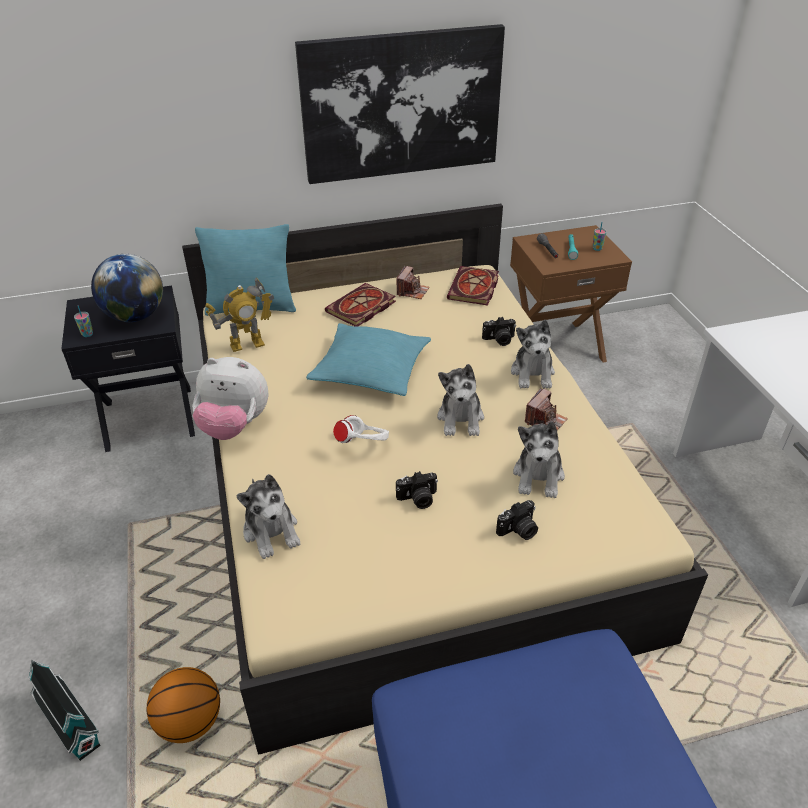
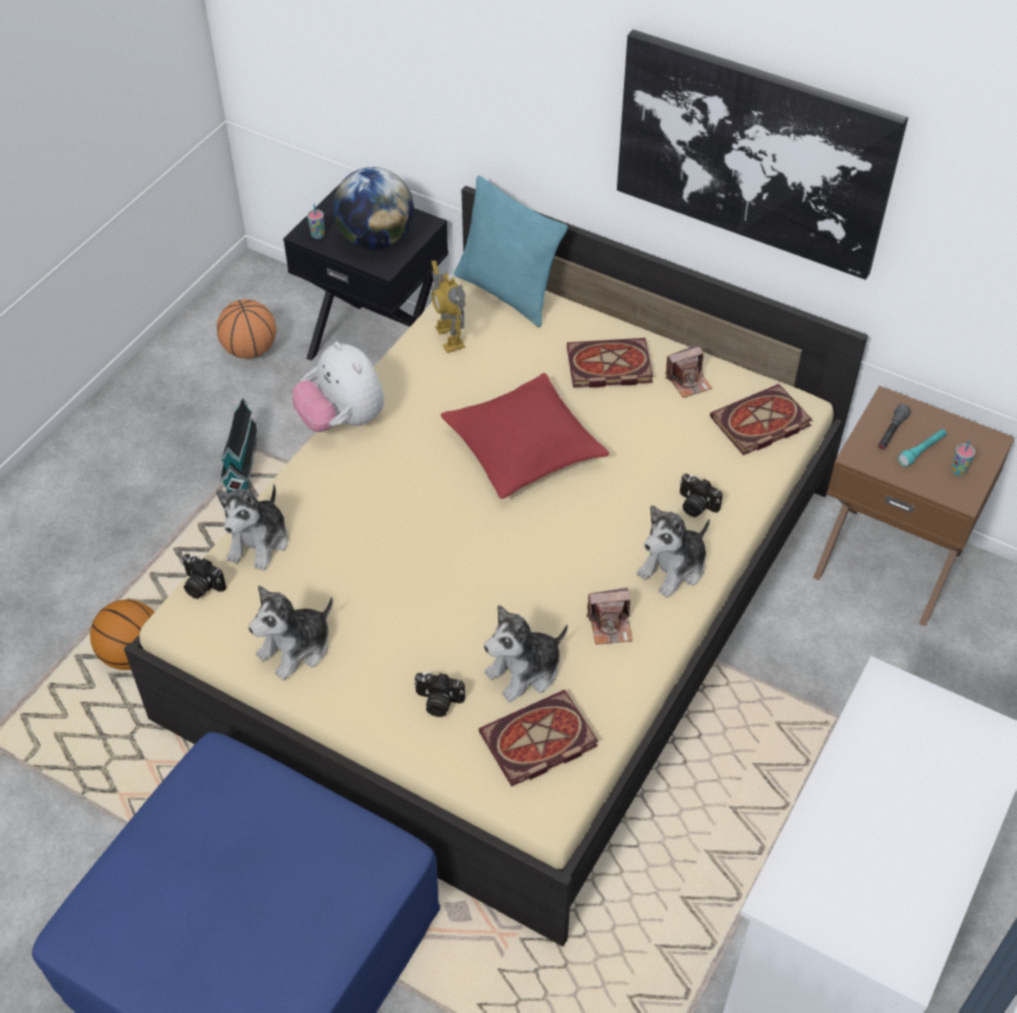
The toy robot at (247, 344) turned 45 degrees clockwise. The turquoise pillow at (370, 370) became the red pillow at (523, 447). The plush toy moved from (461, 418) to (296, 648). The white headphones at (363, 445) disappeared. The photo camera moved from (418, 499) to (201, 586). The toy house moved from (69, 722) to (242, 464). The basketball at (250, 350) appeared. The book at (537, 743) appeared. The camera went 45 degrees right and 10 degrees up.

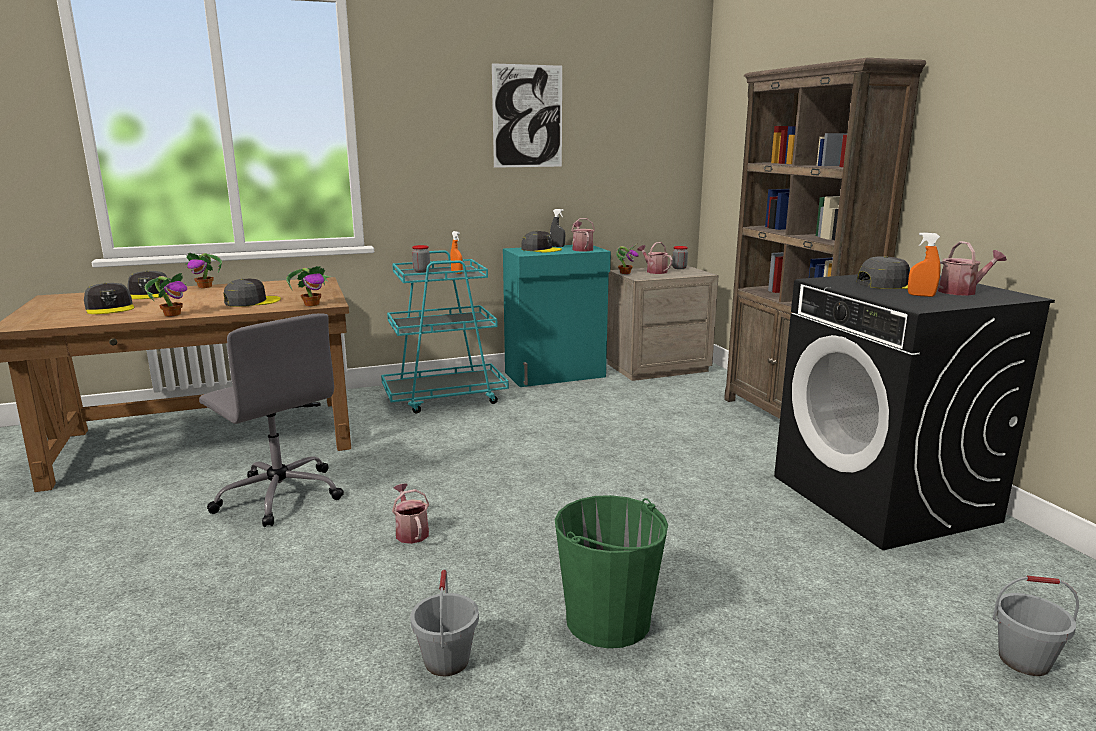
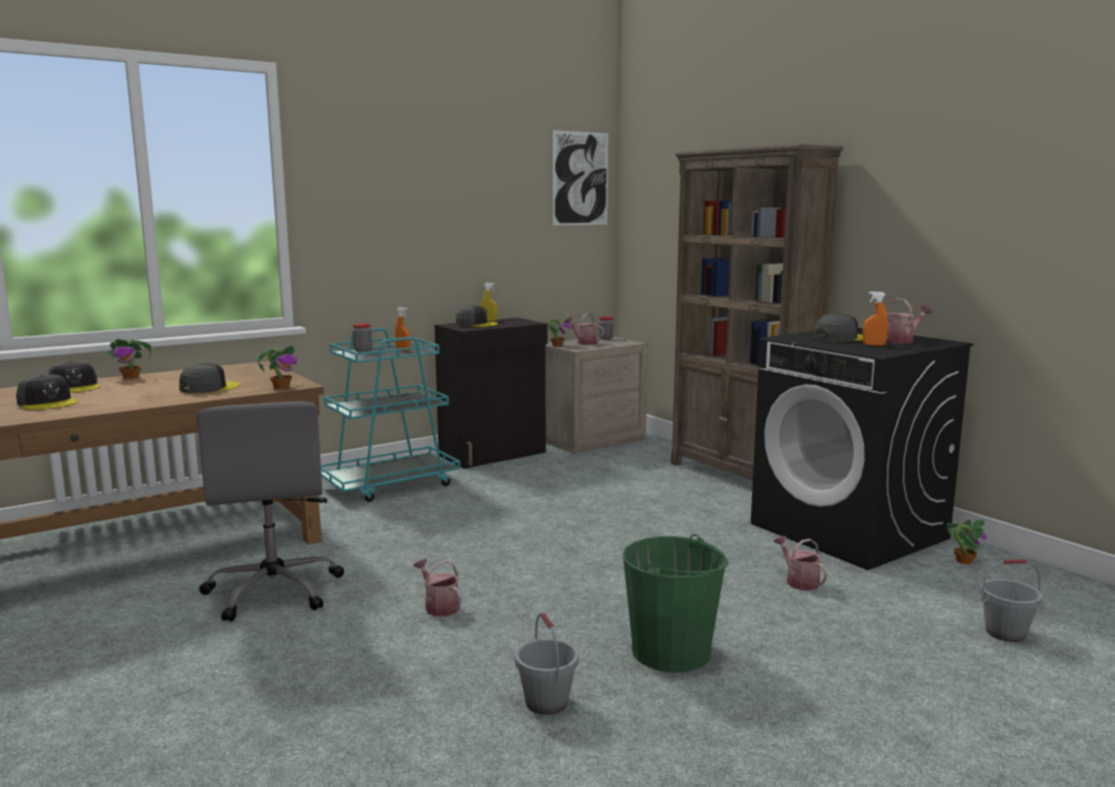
The picture moved from (527, 116) to (580, 178). The grey spray bottle at (557, 246) became the yellow spray bottle at (489, 321). The watering can moved from (581, 249) to (799, 581). The turquoise cabinet at (556, 375) became the black cabinet at (494, 454). The potted plant moved from (172, 314) to (963, 561). The grey office chair at (279, 495) turned 45 degrees clockwise. The camera went 15 degrees left and 5 degrees down.

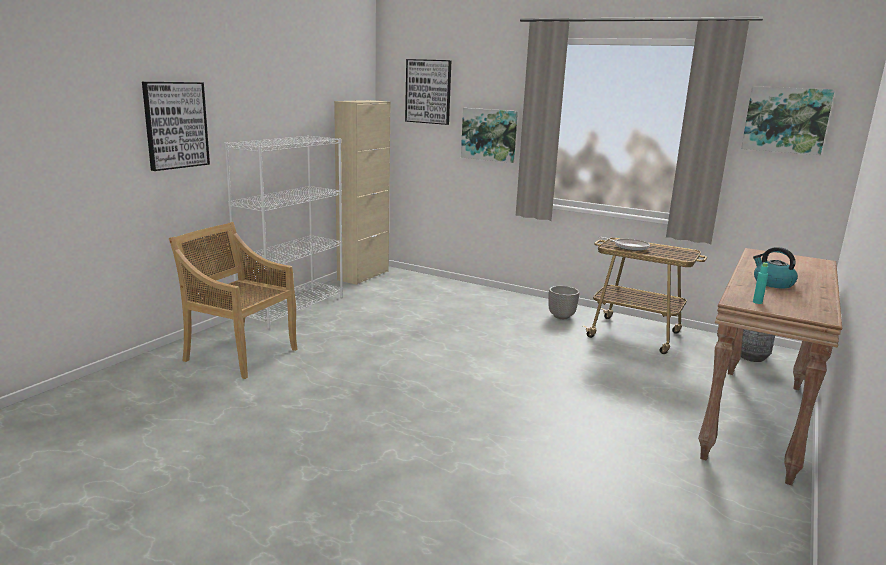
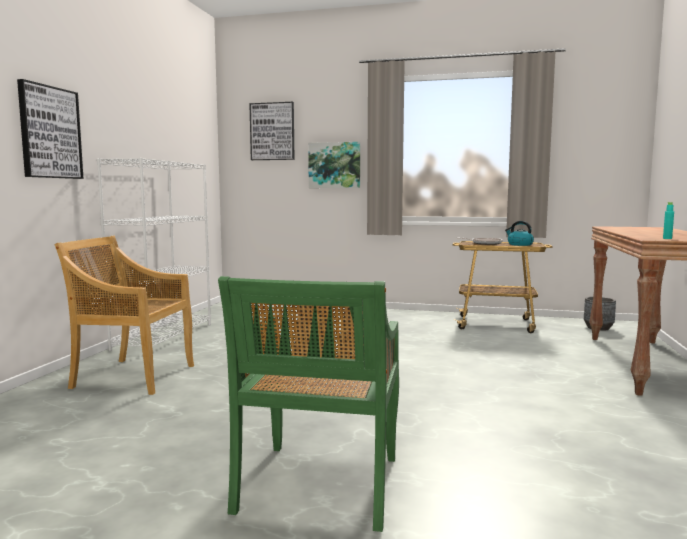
The picture at (786, 120) disappeared. The beige cabinet at (363, 275) disappeared. The kettle moved from (772, 283) to (519, 244). The planter at (561, 316) disappeared. The green chair at (319, 486) appeared. The camera went 15 degrees left and 10 degrees down.

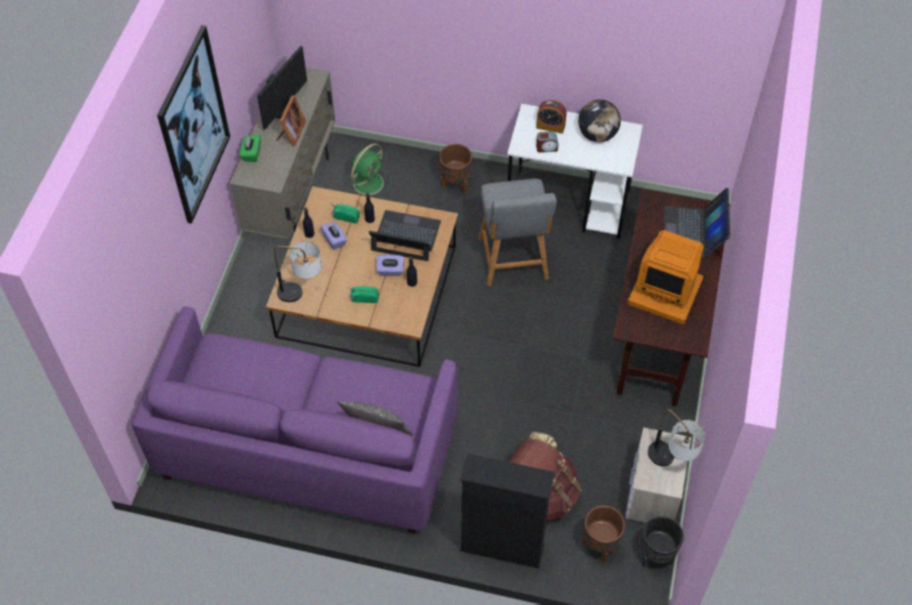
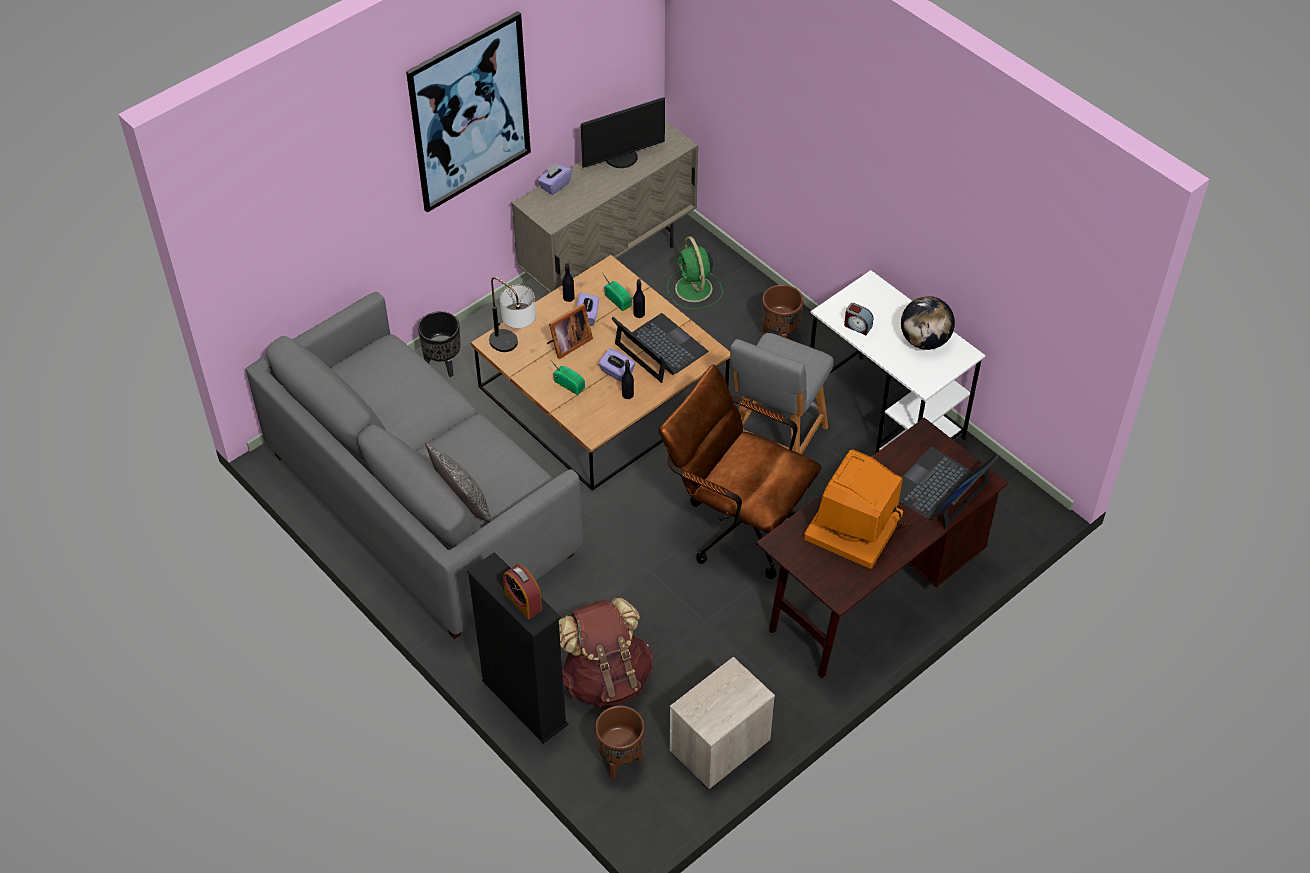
The picture frame moved from (291, 133) to (568, 344). The alarm clock moved from (550, 126) to (523, 601). The green tissue box at (251, 154) became the purple tissue box at (555, 185). The green fan at (369, 182) turned 90 degrees clockwise. The monitor at (665, 290) turned 60 degrees clockwise. The purple sofa at (307, 449) became the grey sofa at (421, 504). The table lamp at (670, 464) disappeared. The black planter moved from (656, 557) to (443, 365). The brown office chair at (736, 524) appeared. The camera went 35 degrees right and 5 degrees down.

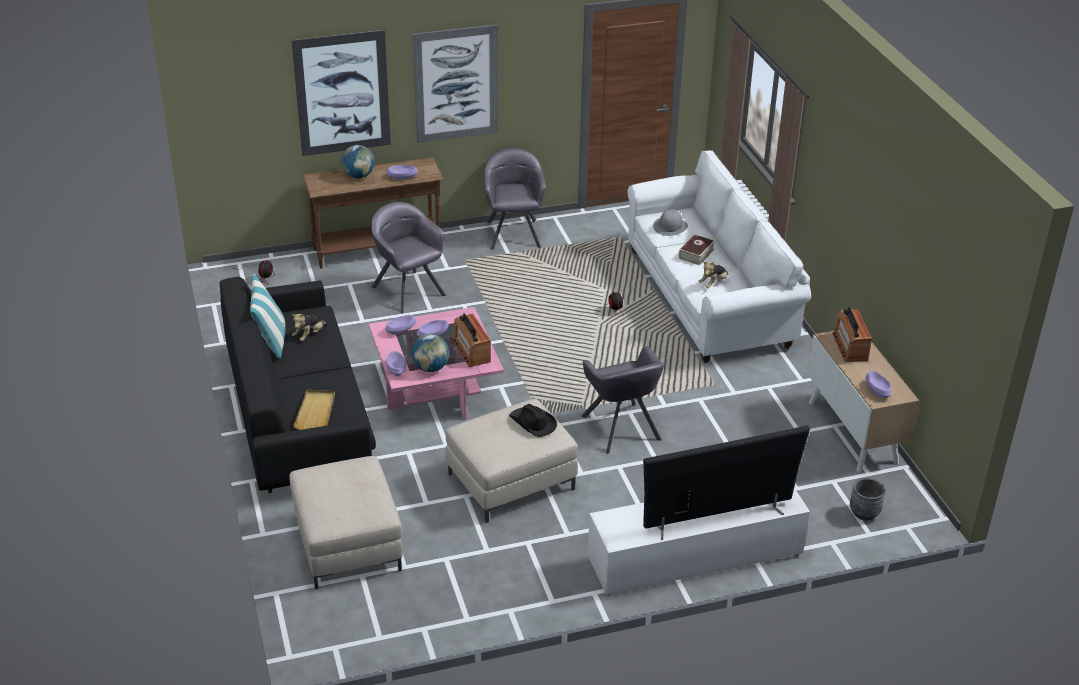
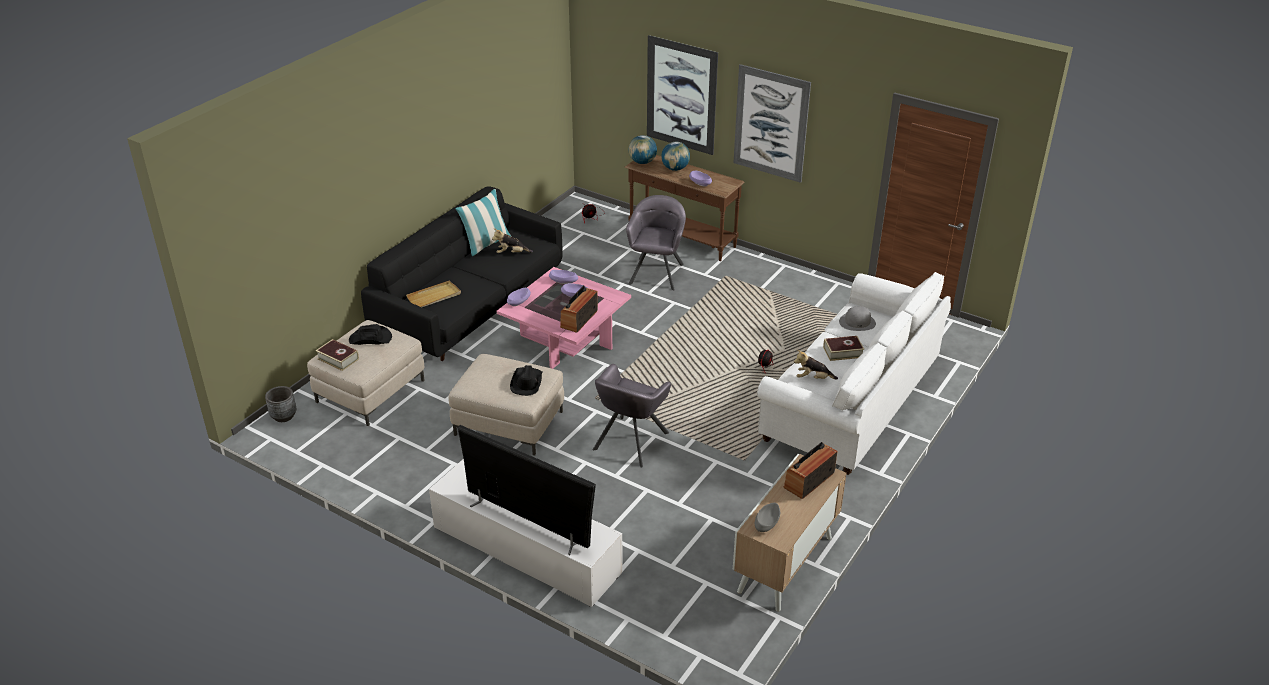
The grey armchair at (514, 233) disappeared. The globe moved from (431, 368) to (642, 162). The purple bowl at (877, 390) became the grey bowl at (767, 523). The grey planter moved from (864, 513) to (283, 416). The black hat at (371, 339) appeared. The book at (338, 359) appeared. The camera went 50 degrees right and 0 degrees up.

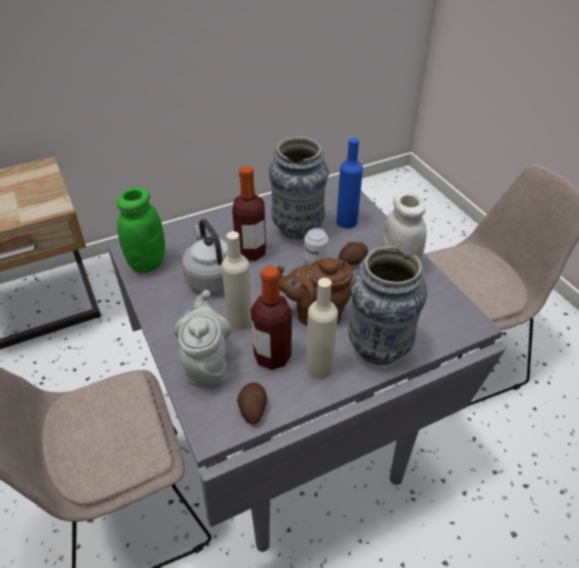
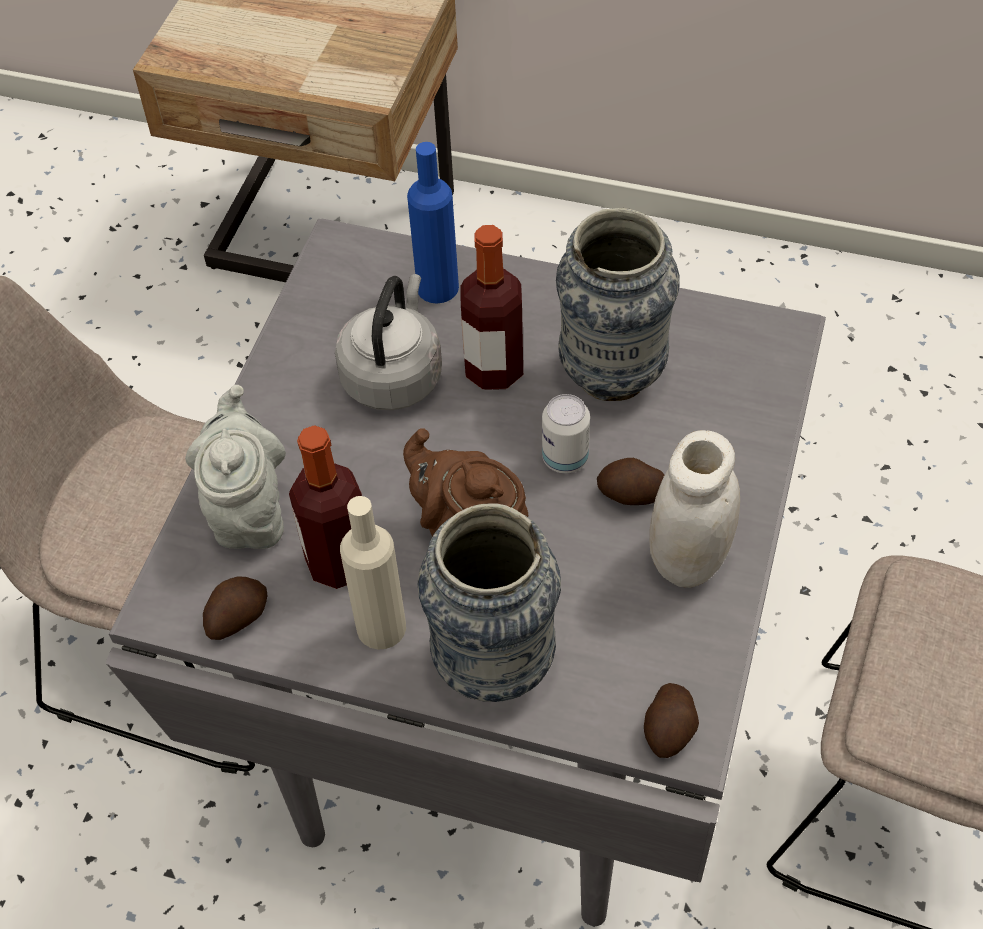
The blue bottle moved from (346, 221) to (437, 287). The green jar at (147, 263) disappeared. The beige bottle at (240, 320) disappeared. The grey teapot at (207, 364) turned 45 degrees counterclockwise. The potato at (670, 728) appeared. The camera went 45 degrees right and 10 degrees up.

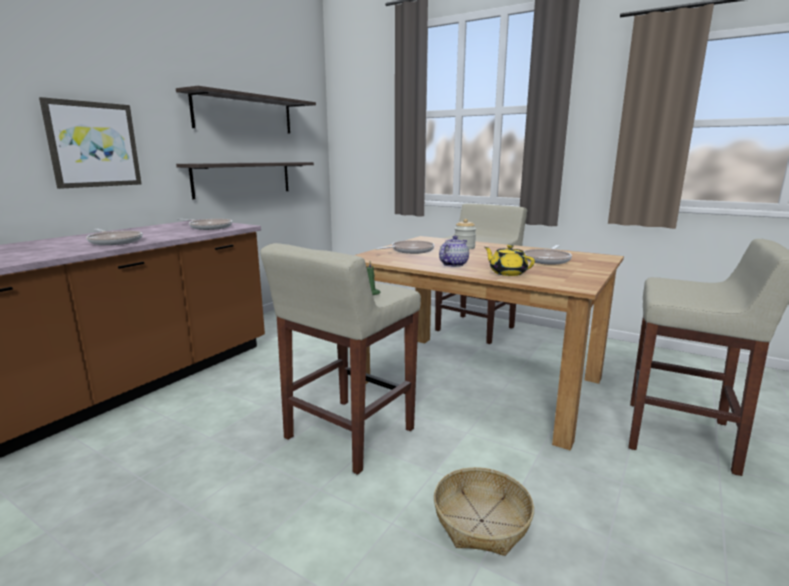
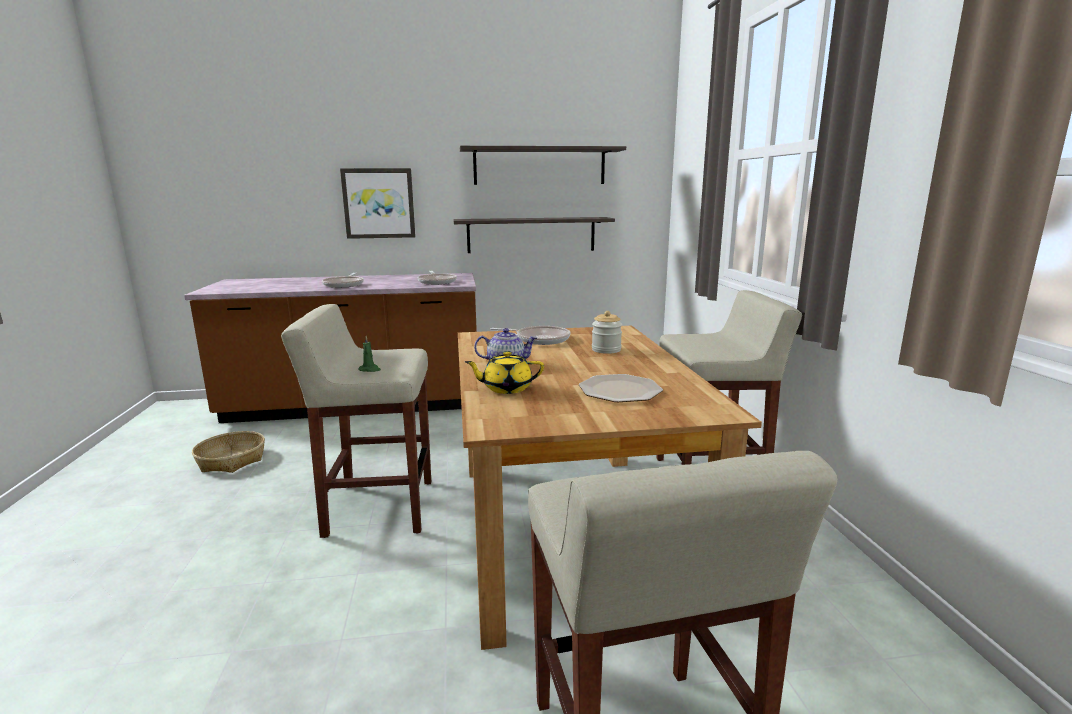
The yellow teapot at (507, 273) turned 105 degrees counterclockwise. The frying pan at (547, 260) was replaced by the plate at (620, 390). The basket moved from (481, 520) to (232, 460). The camera went 50 degrees right and 0 degrees up.

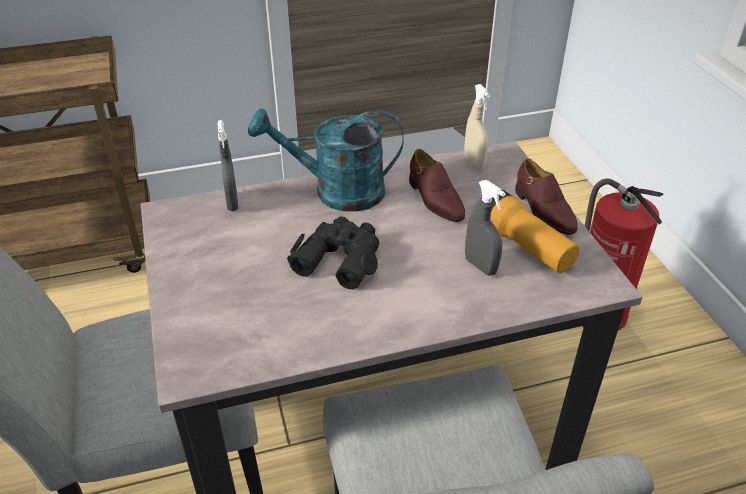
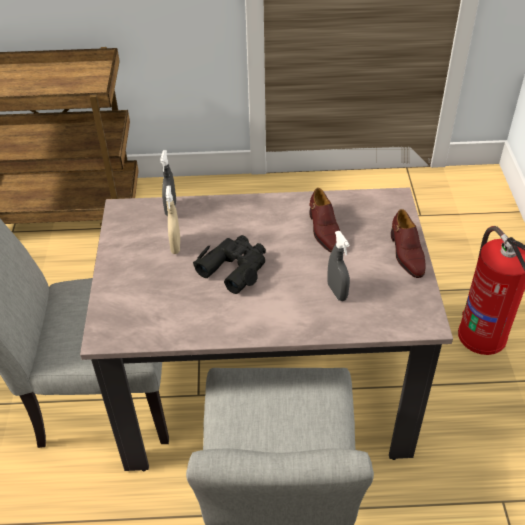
The beige spray bottle moved from (474, 163) to (175, 245). The turquoise watering can at (336, 192) disappeared. The flashlight at (526, 247) disappeared. The camera went 15 degrees right and 5 degrees up.

